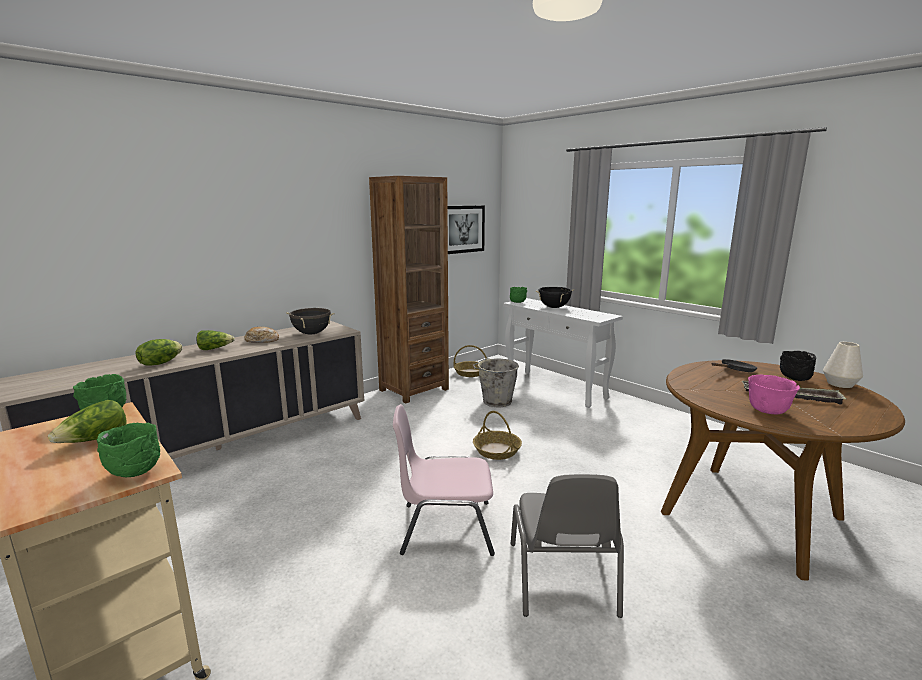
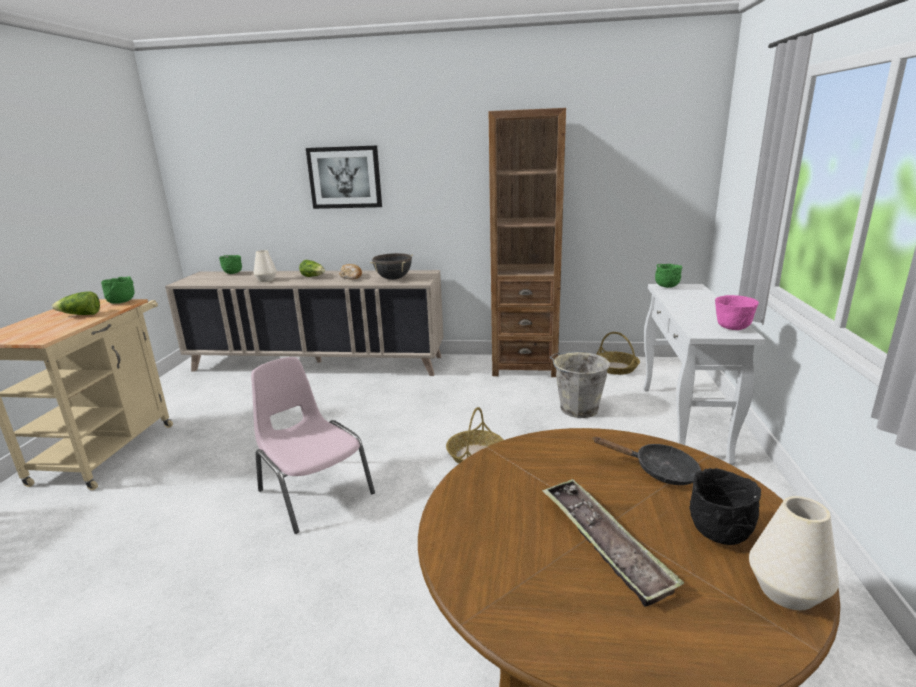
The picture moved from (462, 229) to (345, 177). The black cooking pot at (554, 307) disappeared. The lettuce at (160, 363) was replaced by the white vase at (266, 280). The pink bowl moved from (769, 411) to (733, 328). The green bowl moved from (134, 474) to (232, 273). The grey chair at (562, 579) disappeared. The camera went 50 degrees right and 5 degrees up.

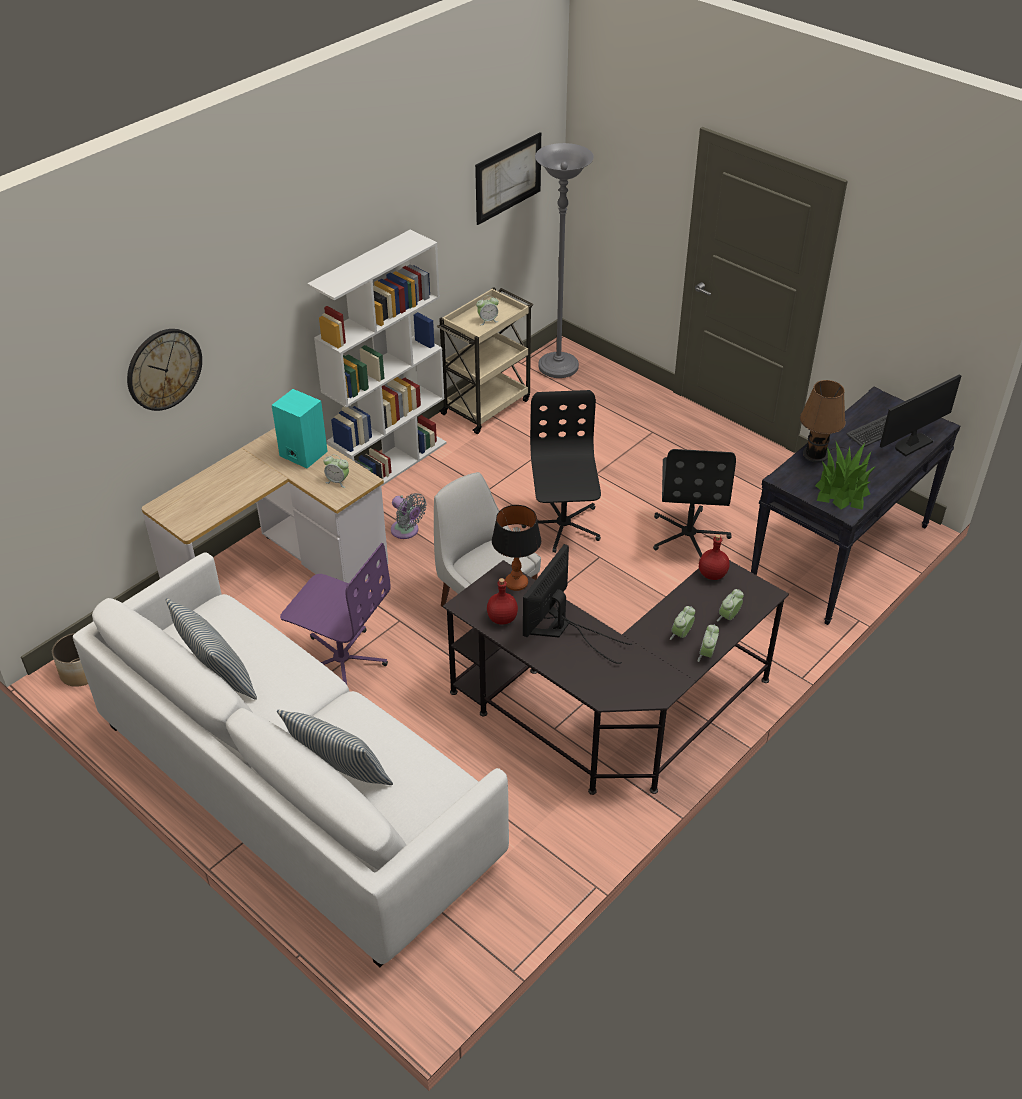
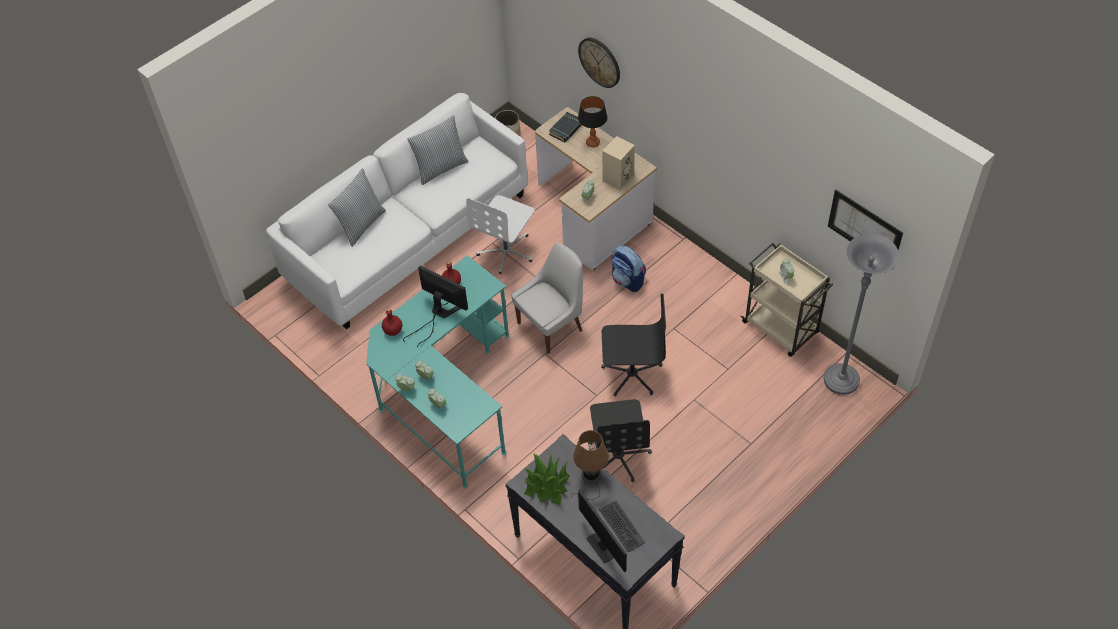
The white bookcase at (390, 464) disappeared. The turquoise speaker at (302, 454) became the beige speaker at (618, 177). The black office chair at (689, 535) turned 105 degrees counterclockwise. The grey fan at (406, 531) was replaced by the backpack at (628, 281). The table lamp moved from (516, 583) to (593, 142). The red bottle moved from (712, 574) to (393, 330). The purple office chair at (341, 660) became the white office chair at (506, 251). The black desk at (613, 714) became the turquoise desk at (445, 393). The black book at (566, 129) appeared. The camera went 95 degrees right and 10 degrees up.

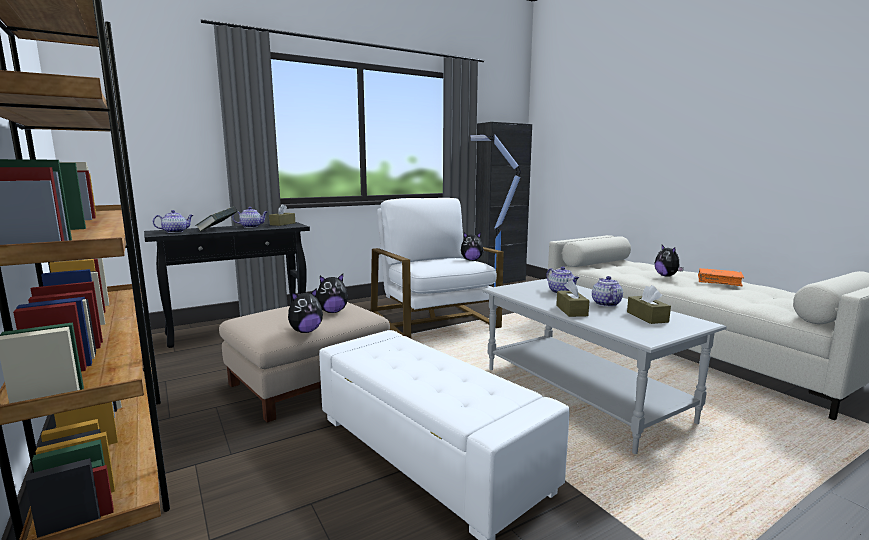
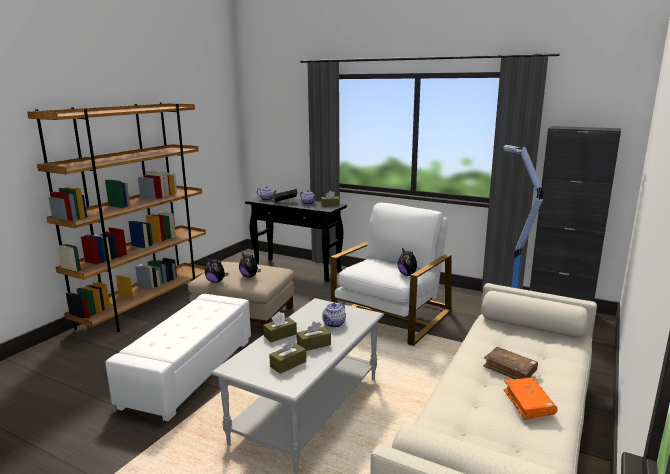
The plush toy at (667, 276) was replaced by the brown book at (510, 369). The teapot at (605, 304) was replaced by the brown tissue box at (313, 344). The camera went 60 degrees right and 5 degrees up.

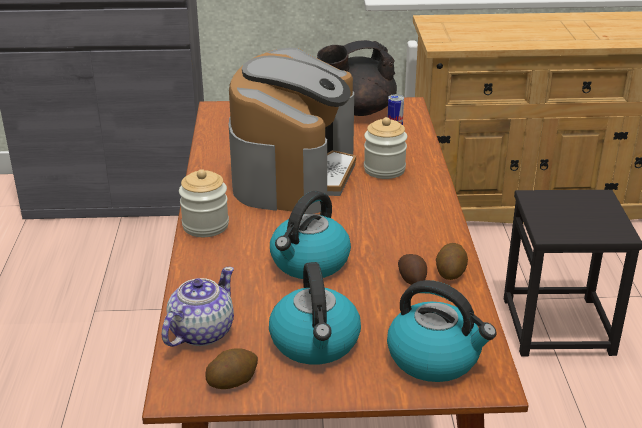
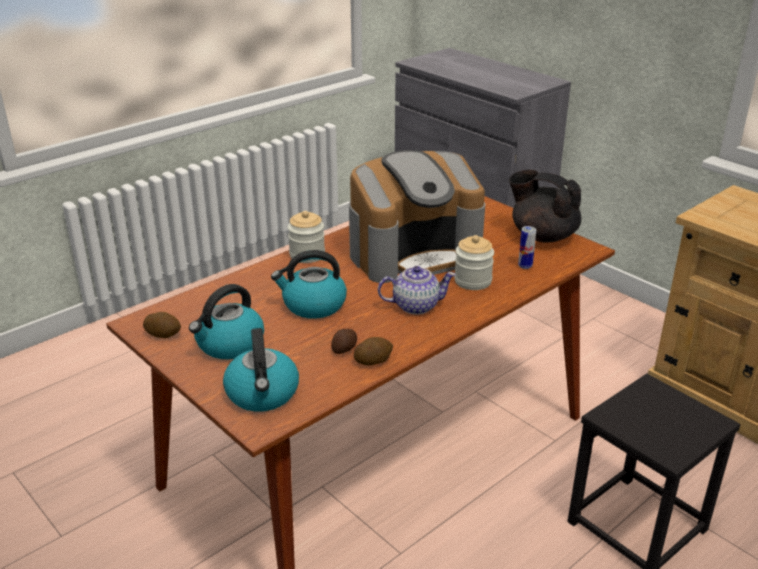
The teapot moved from (200, 333) to (415, 306). The camera went 50 degrees right and 0 degrees up.

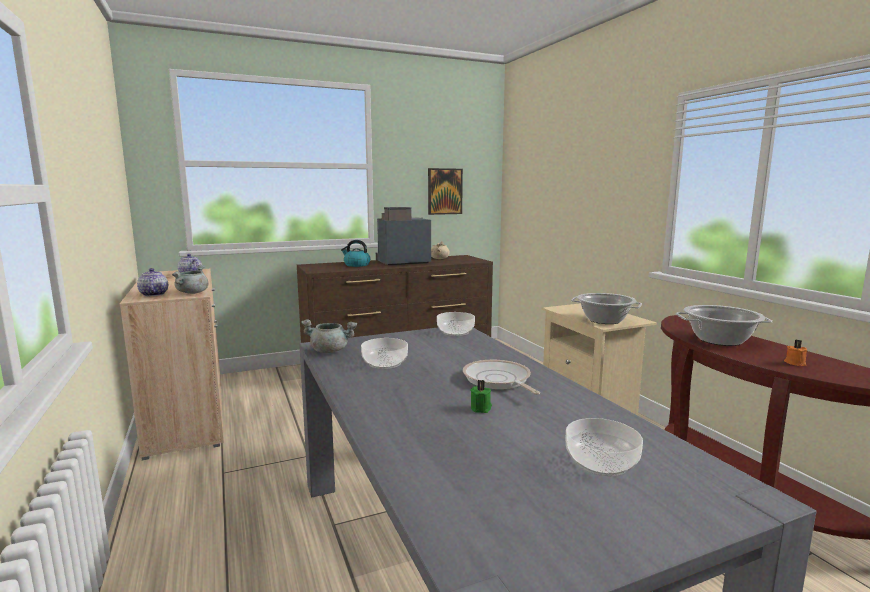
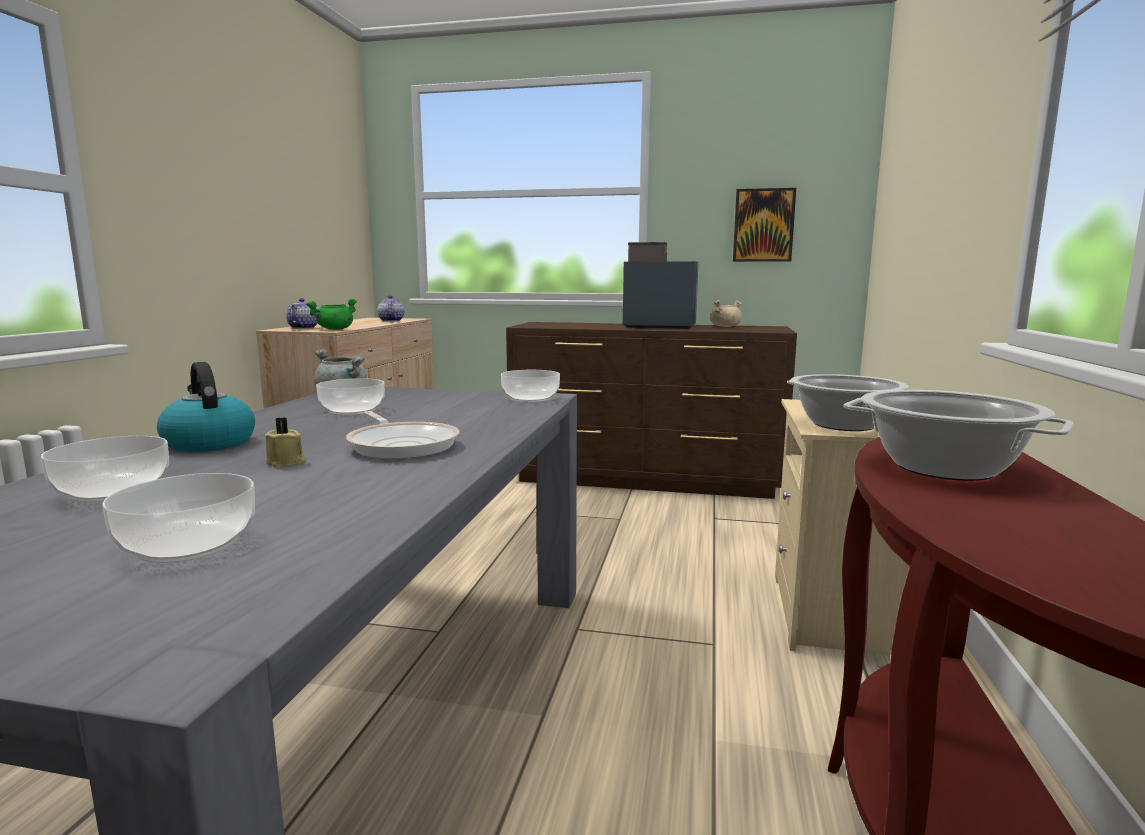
The kettle moved from (356, 265) to (208, 443). The grey cooking pot at (192, 293) became the green cooking pot at (335, 329). The orange candle at (795, 363) disappeared. The frying pan at (498, 380) turned 135 degrees clockwise. The green candle at (481, 408) became the beige candle at (287, 462). The bowl at (113, 490) appeared. The camera went 35 degrees right and 0 degrees up.

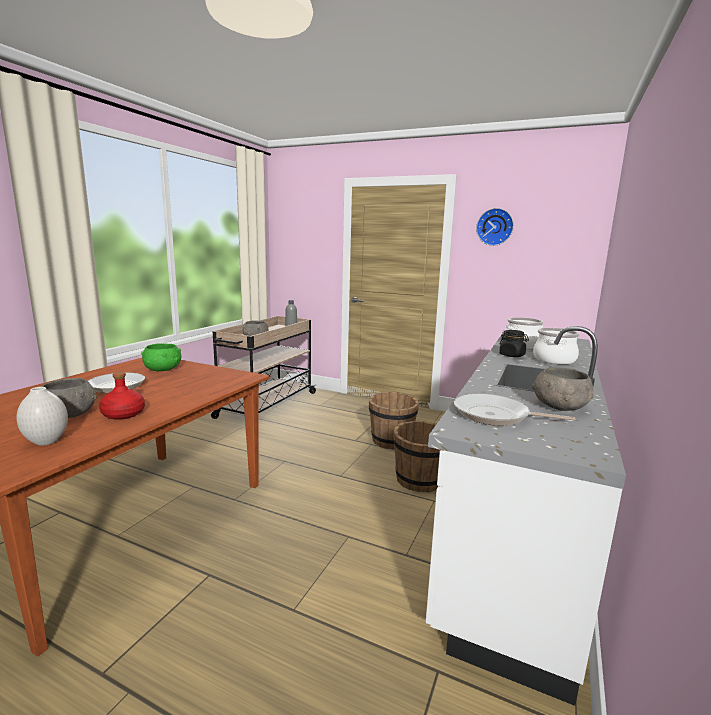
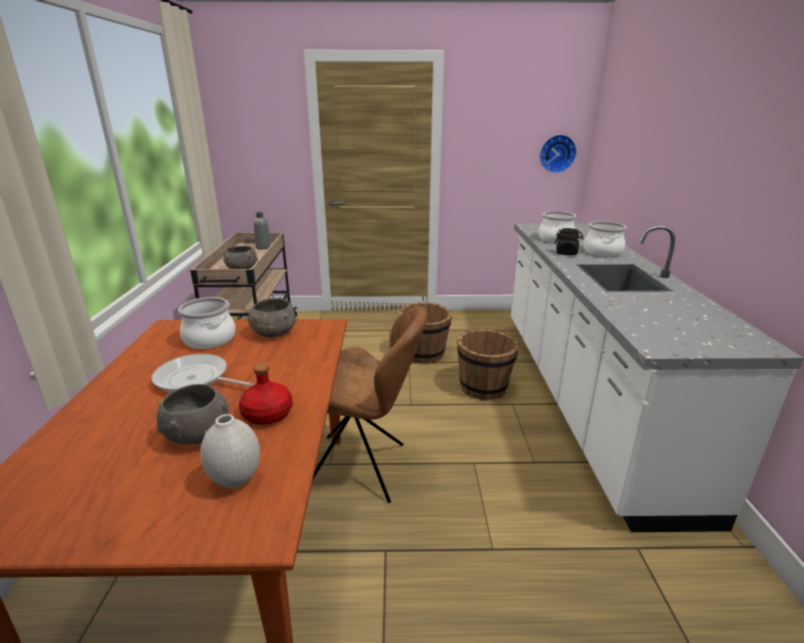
The wall clock moved from (495, 227) to (557, 153). The green bowl at (163, 369) was replaced by the cooking pot at (210, 339). The grey bowl moved from (559, 407) to (273, 333). The frying pan at (495, 415) disappeared. The brown chair at (360, 468) appeared. The camera went 25 degrees left and 10 degrees up.

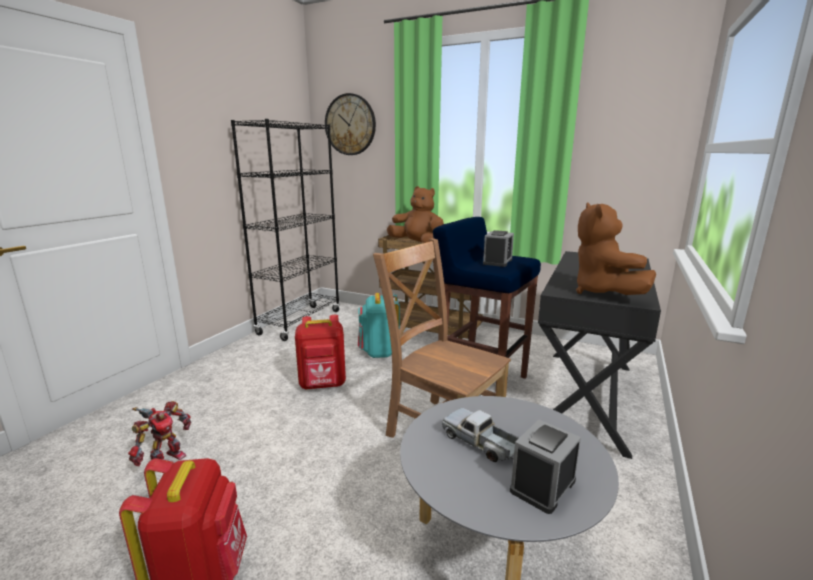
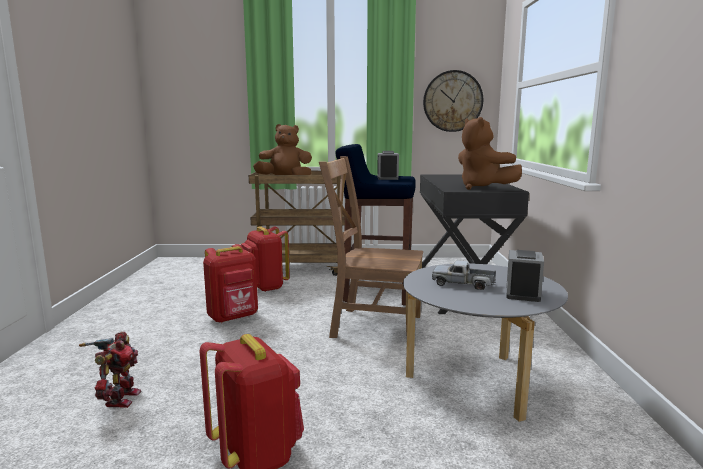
The wall clock moved from (350, 125) to (452, 101). The black bookcase at (300, 322) disappeared. The turquoise backpack at (378, 352) became the red backpack at (265, 287). The camera went 25 degrees left and 5 degrees down.

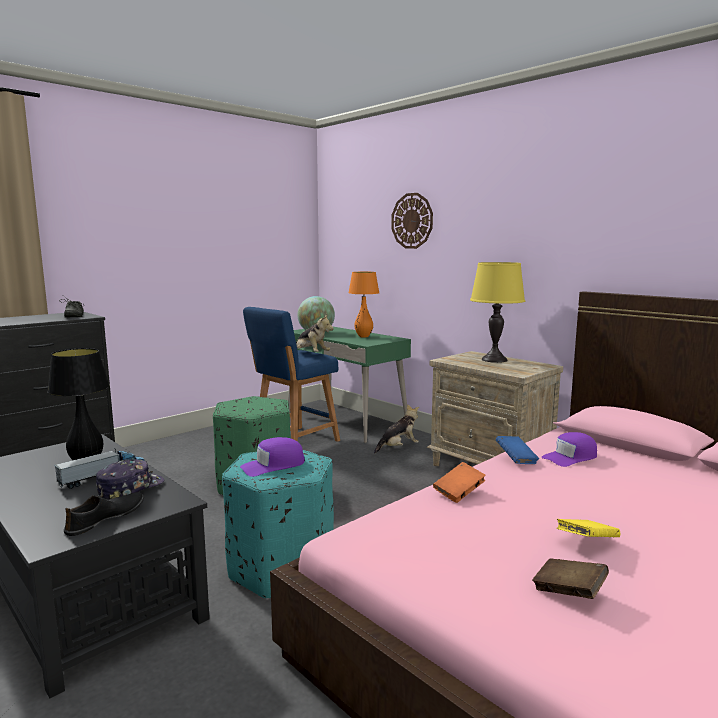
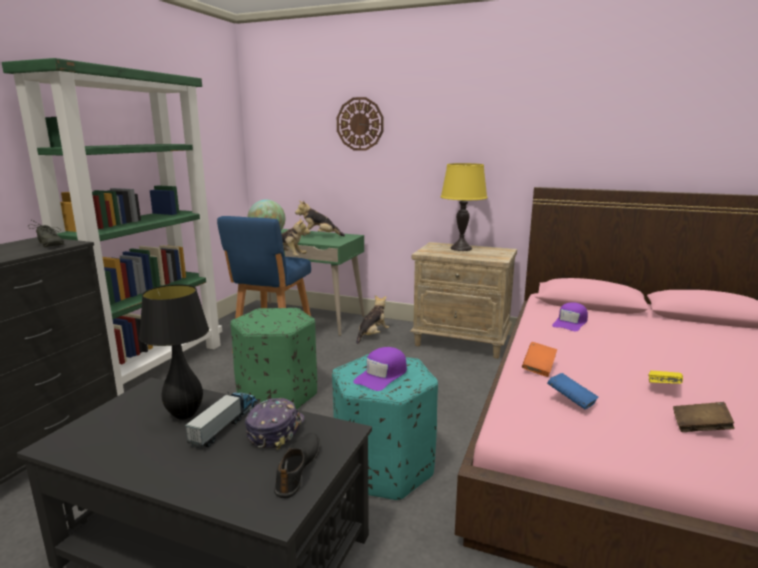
The orange table lamp at (363, 336) was replaced by the plush toy at (319, 236). The blue book moved from (516, 459) to (571, 401). The green bookcase at (155, 367) appeared. The camera went 25 degrees left and 5 degrees up.

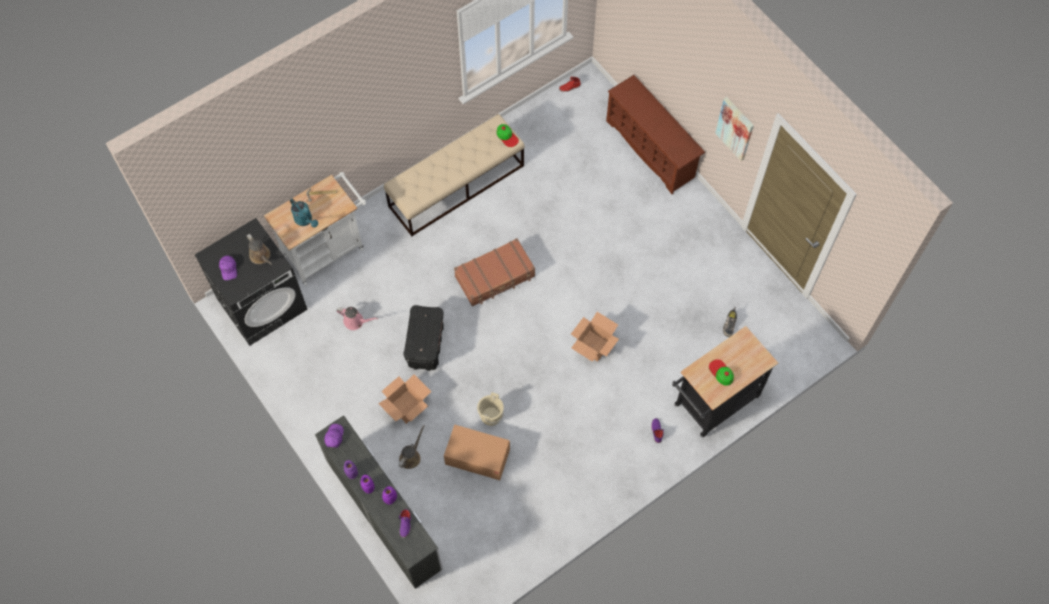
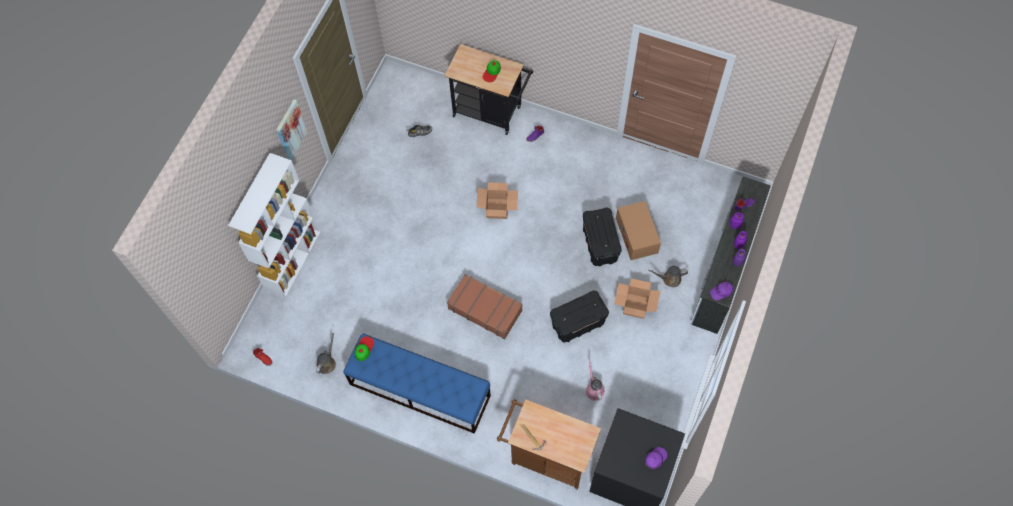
The brown shoe rack at (651, 149) was replaced by the white bookcase at (293, 261). The beige bench at (457, 185) became the blue bench at (419, 390). The white cart at (327, 249) became the brown cart at (546, 456). The turquoise watering can at (305, 220) disappeared. The brown watering can moved from (261, 256) to (327, 363). The beige bucket at (491, 416) was replaced by the black storage box at (600, 245). The camera went 120 degrees left and 0 degrees up.

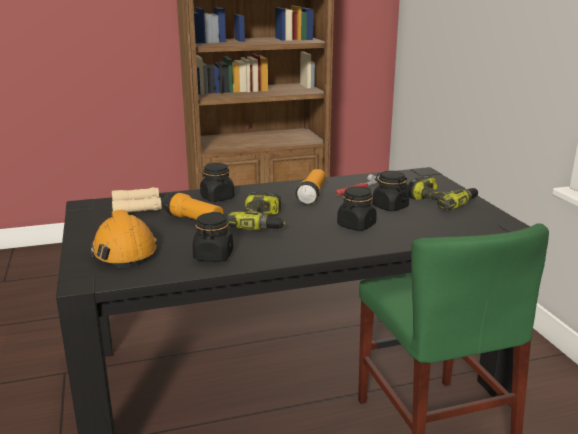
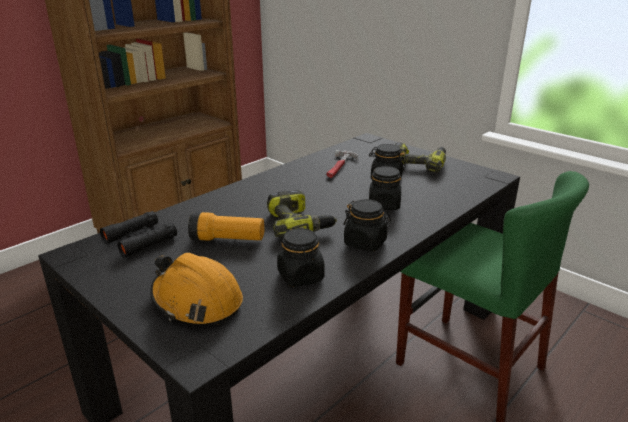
The black jar moved from (217, 198) to (365, 243). The flashlight at (312, 195) disappeared. The beige binoculars at (137, 206) became the black binoculars at (140, 239). The camera went 30 degrees left and 5 degrees up.

